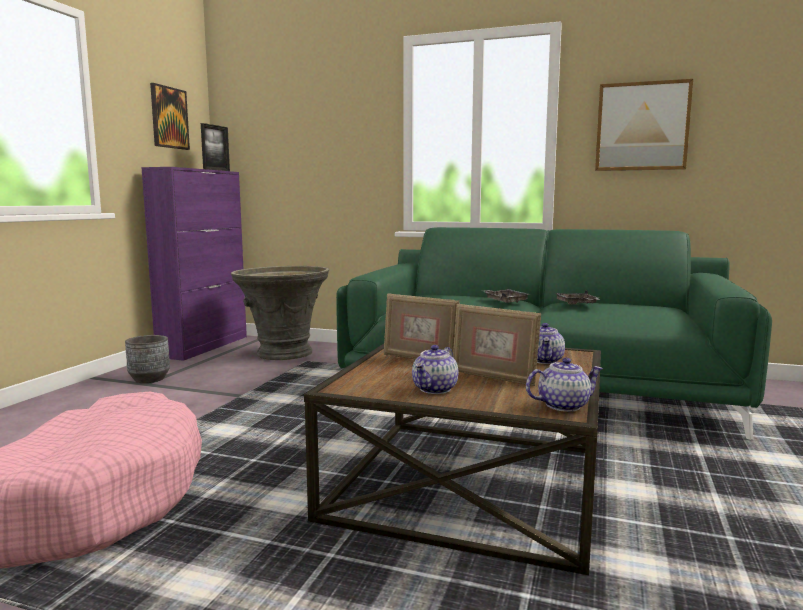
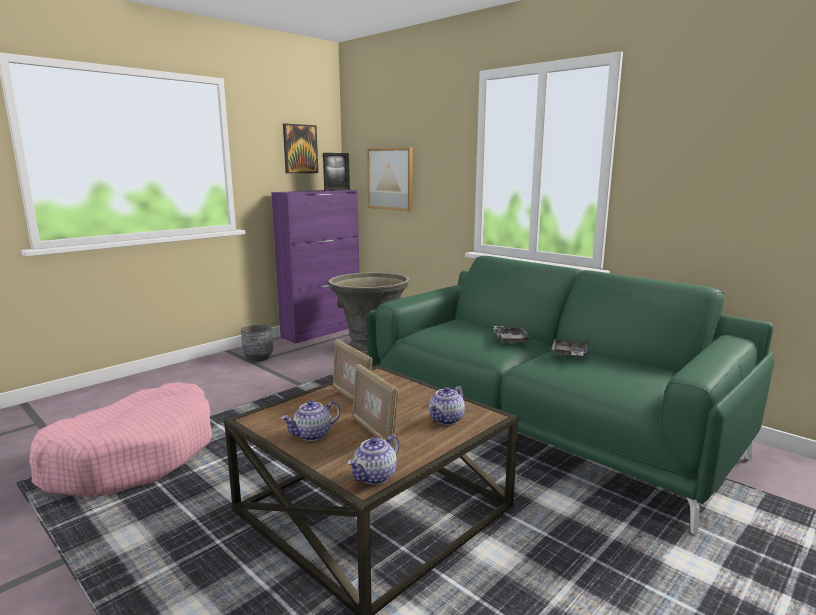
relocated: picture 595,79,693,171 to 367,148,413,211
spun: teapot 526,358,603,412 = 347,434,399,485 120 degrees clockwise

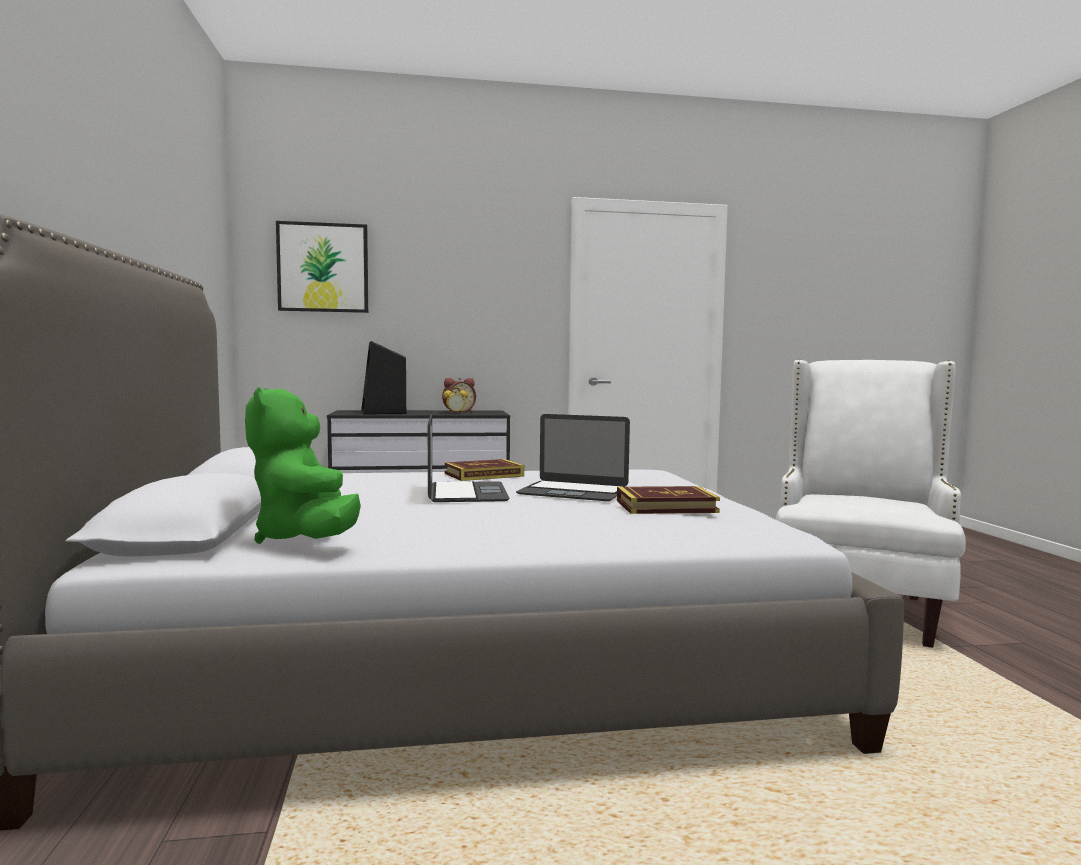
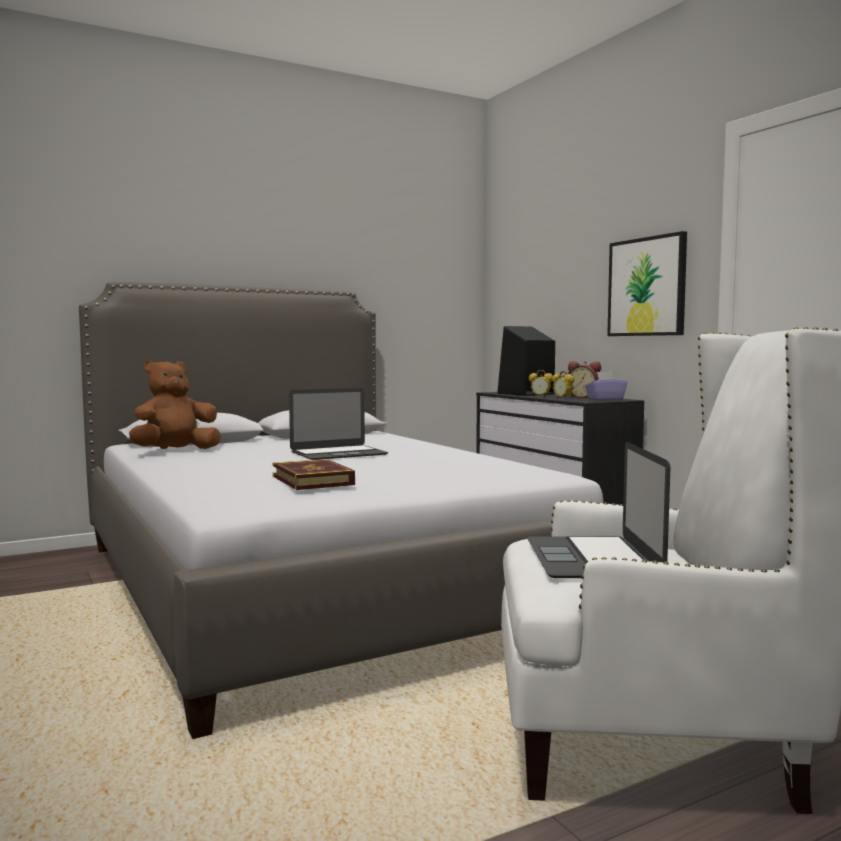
missing: book 445,459,524,481
appeared: alarm clock 529,370,553,397; tissue box (purple) 585,372,627,401
relocated: picture 276,221,368,313 to 607,231,687,336; laptop 516,414,630,501 to 527,442,670,578
colour: plush toy (green) 245,387,361,544 to plush toy (brown) 129,360,221,449

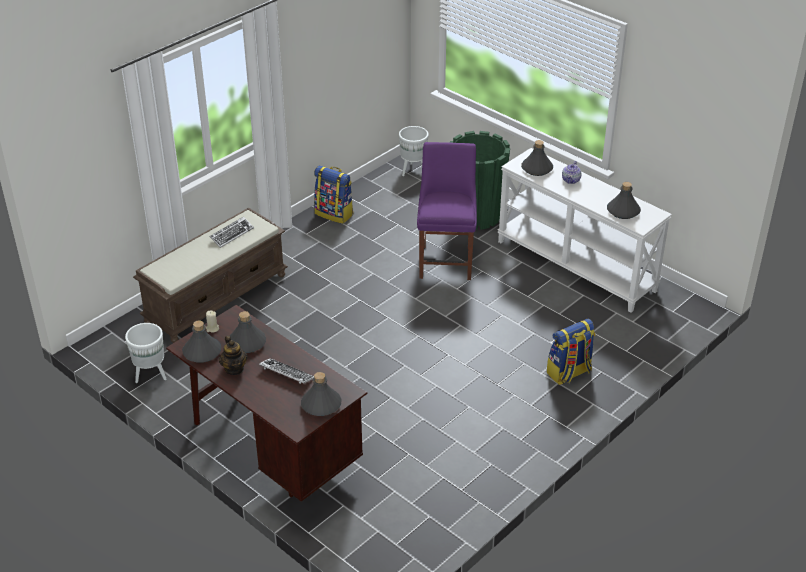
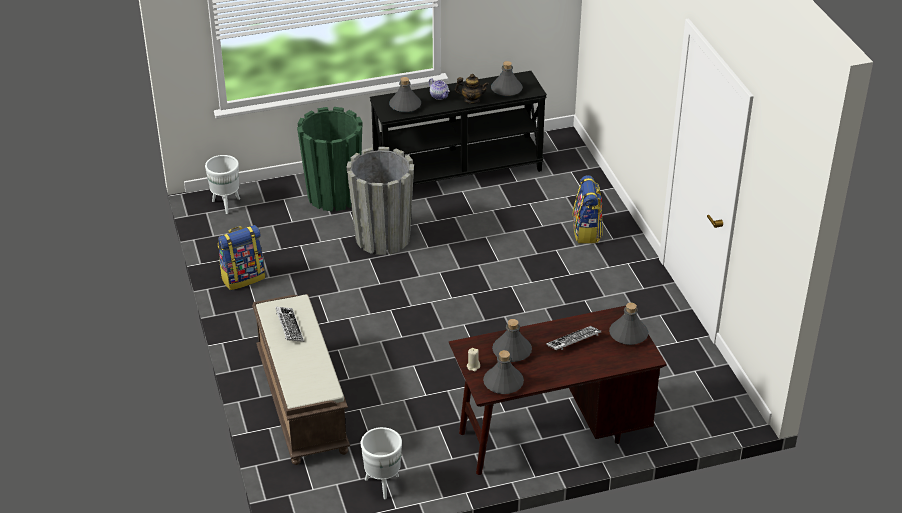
relocated: teapot 219,336,248,375 to 455,74,489,104
exchanged: chair (purple) 417,142,477,280 to planter (grey) 346,147,414,255
colour: console table (white) 497,148,672,313 to console table (black) 370,71,547,185

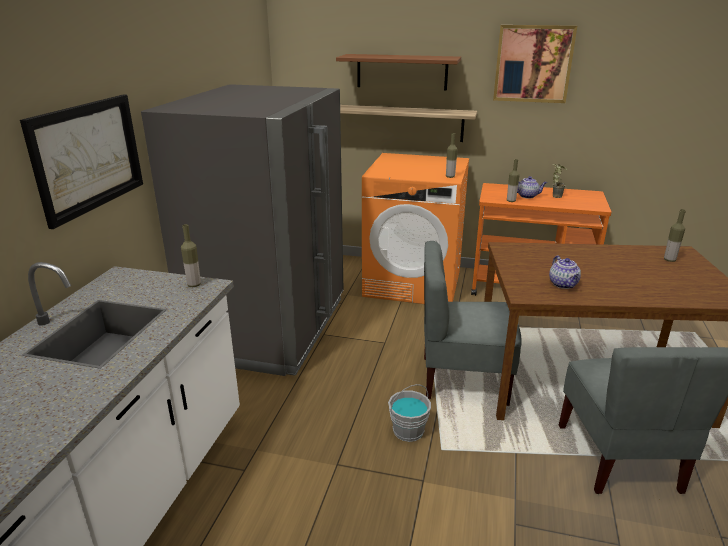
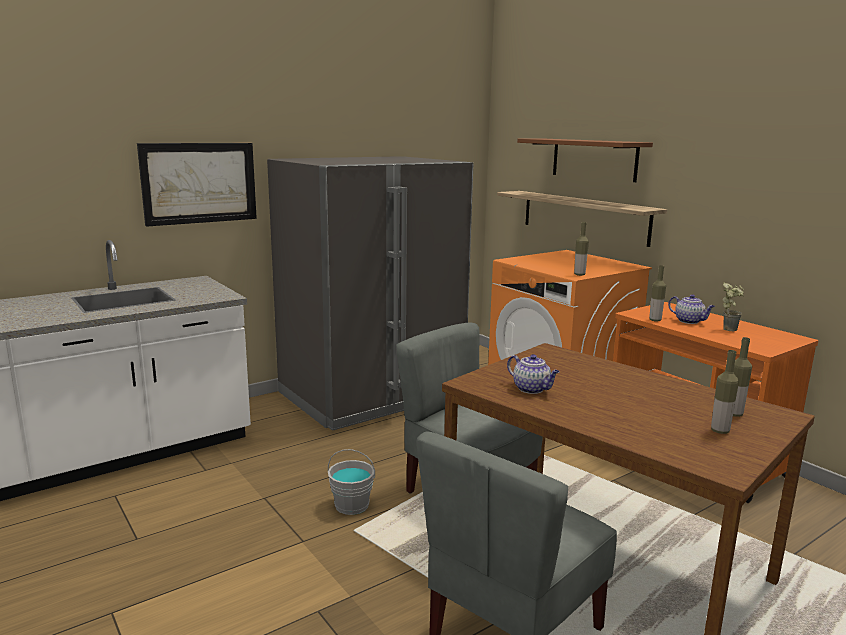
missing: picture 493,25,577,103
relocated: bottle 181,224,201,287 to 711,350,739,434
spun: teapot 549,256,581,289 = 507,354,560,394 75 degrees counterclockwise

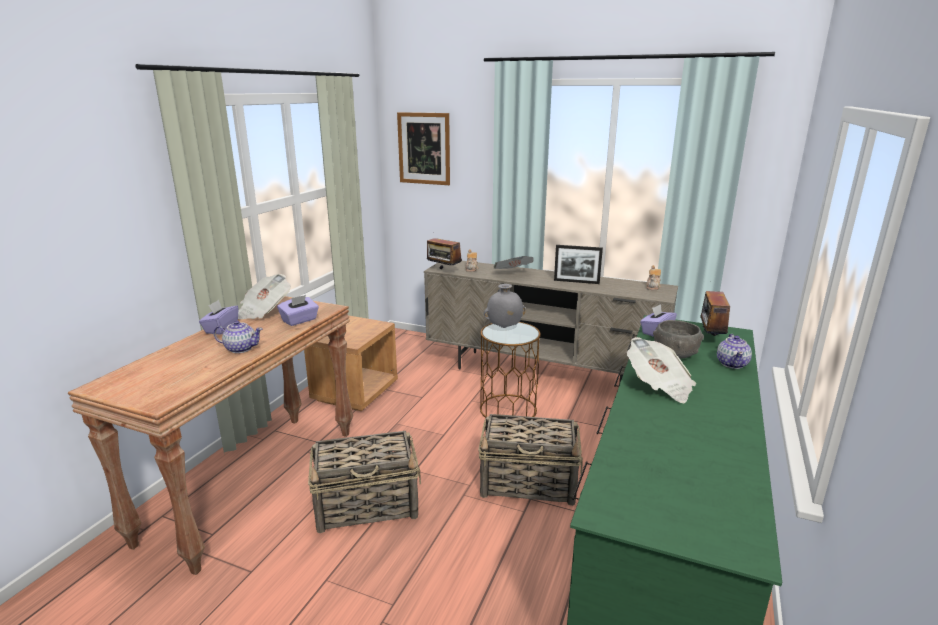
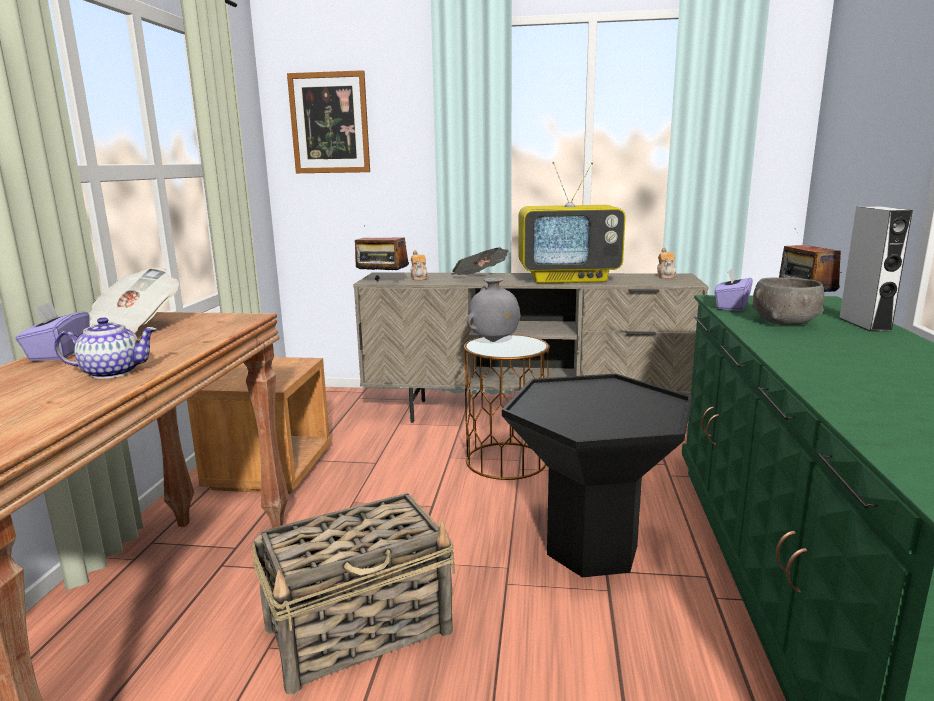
missing: tissue box (purple) 277,295,319,326; newspaper 627,337,696,403
exchanged: basket 478,414,583,506 to side table (black) 502,374,692,577; picture frame 554,245,603,284 to television 518,161,626,283; teapot 717,334,752,369 to speaker (grey) 839,206,913,332

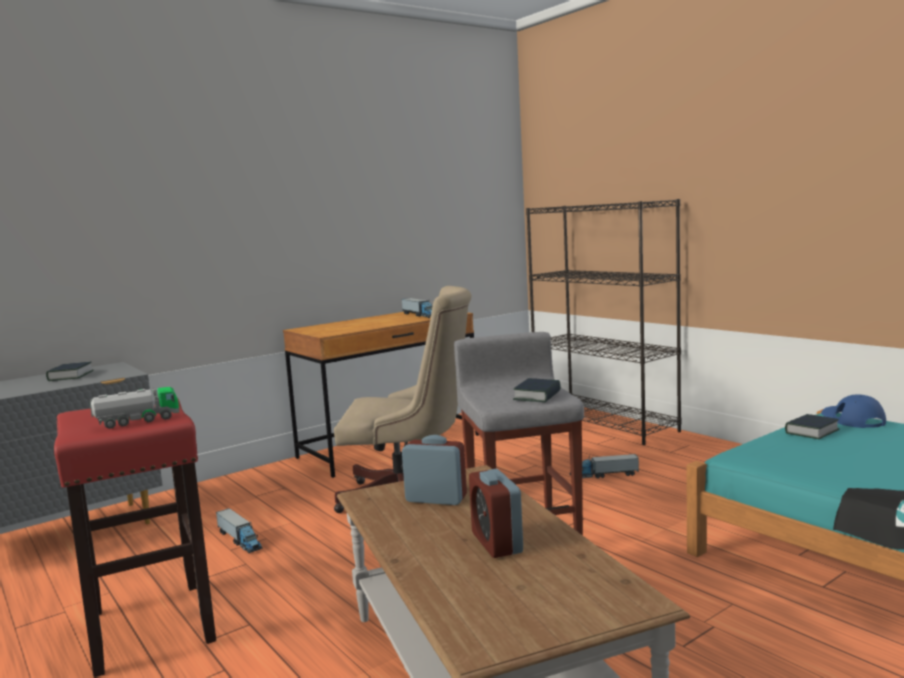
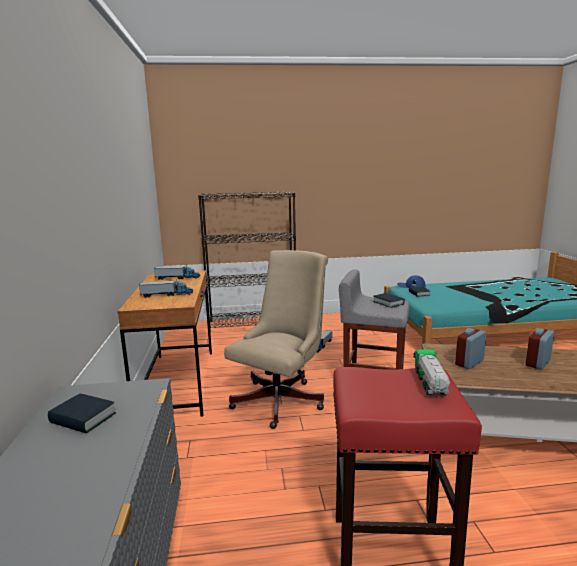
relocated: toy truck 216,508,263,553 to 139,279,193,298
spun: alarm clock 469,469,523,558 = 526,328,554,370 120 degrees clockwise

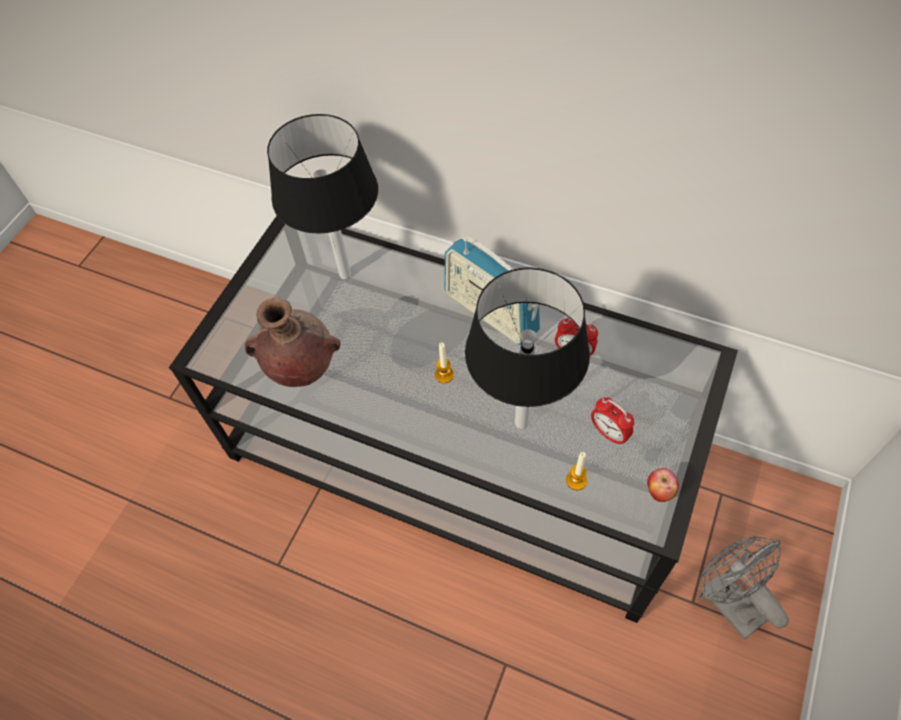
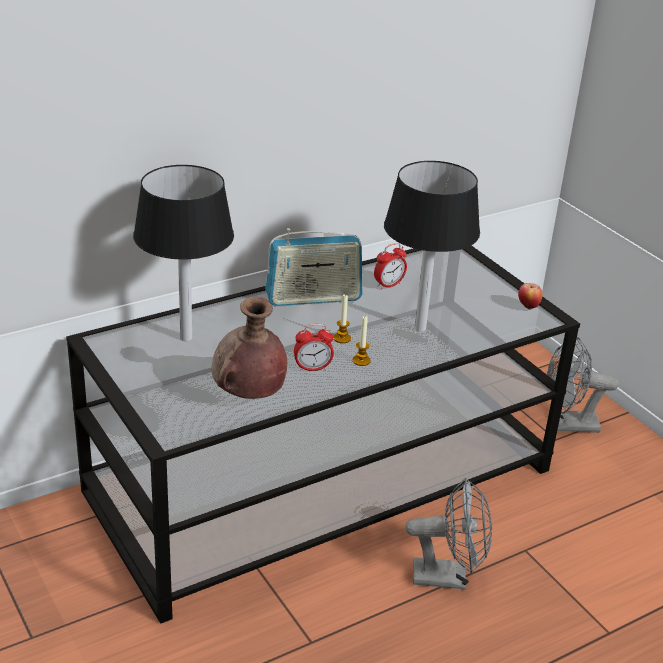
appeared: fan (grey) 406,478,492,590
relocated: candle 566,452,587,490 to 352,316,371,366; alarm clock 591,397,634,445 to 294,324,334,371

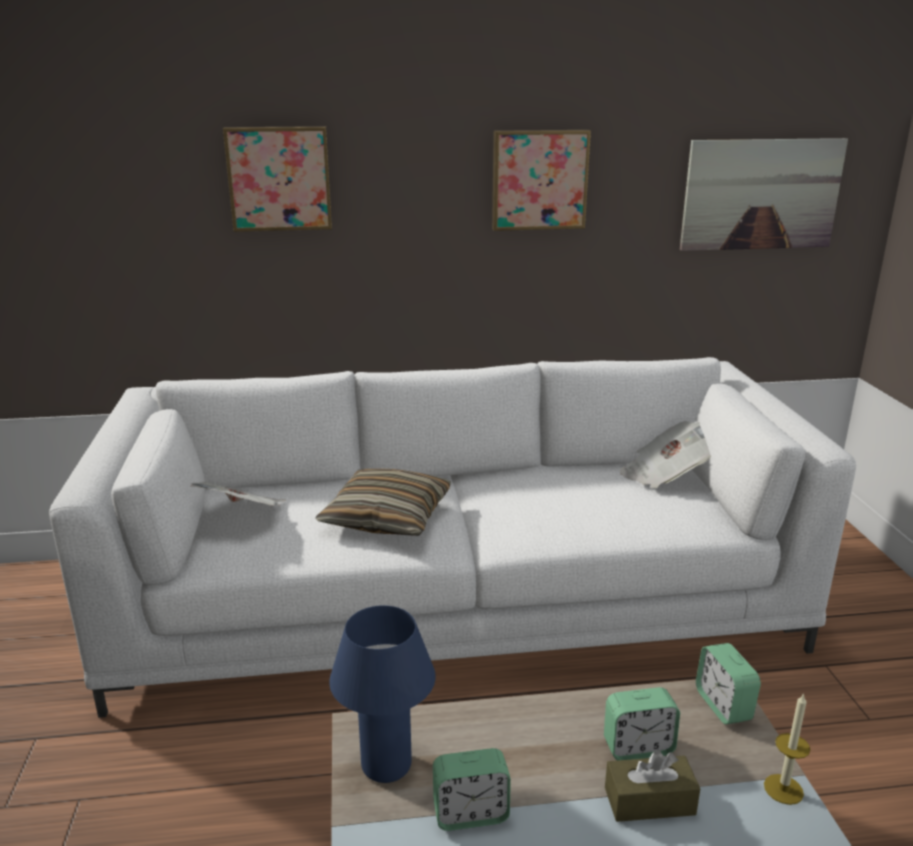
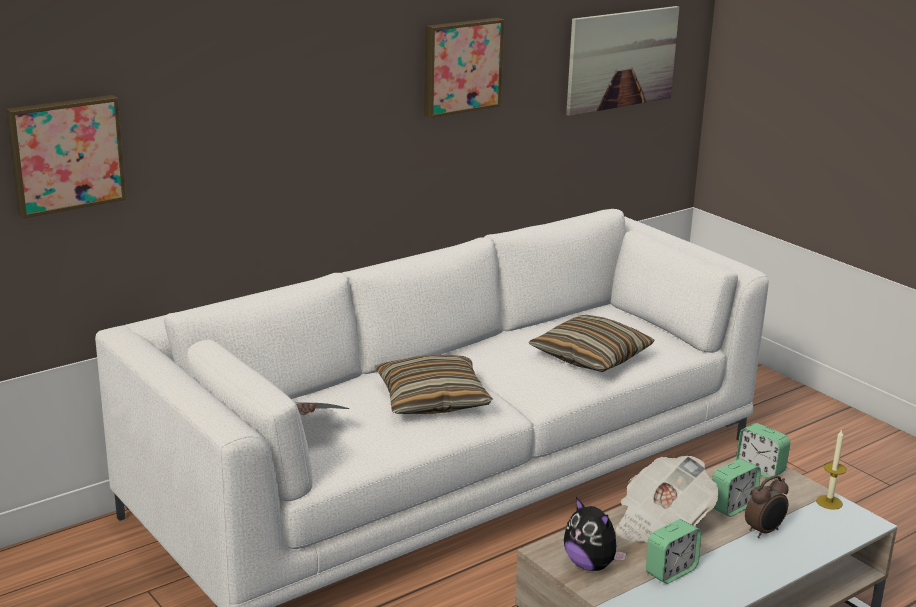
appeared: pillow 528,315,655,372
relocated: picture 223,126,332,232 to 6,95,126,219; newspaper 620,421,711,488 to 616,456,718,543
exchanged: table lamp (blue) 329,606,436,783 to plush toy 564,497,626,571; tissue box (brown) 605,750,700,822 to alarm clock 745,475,789,538

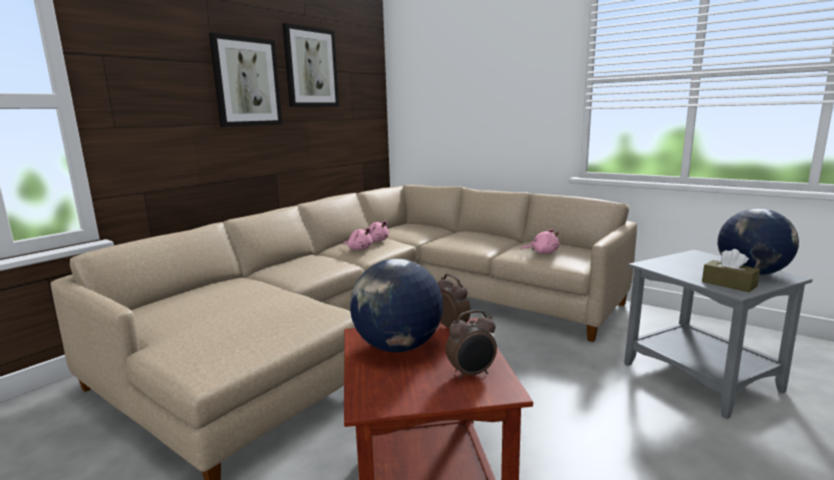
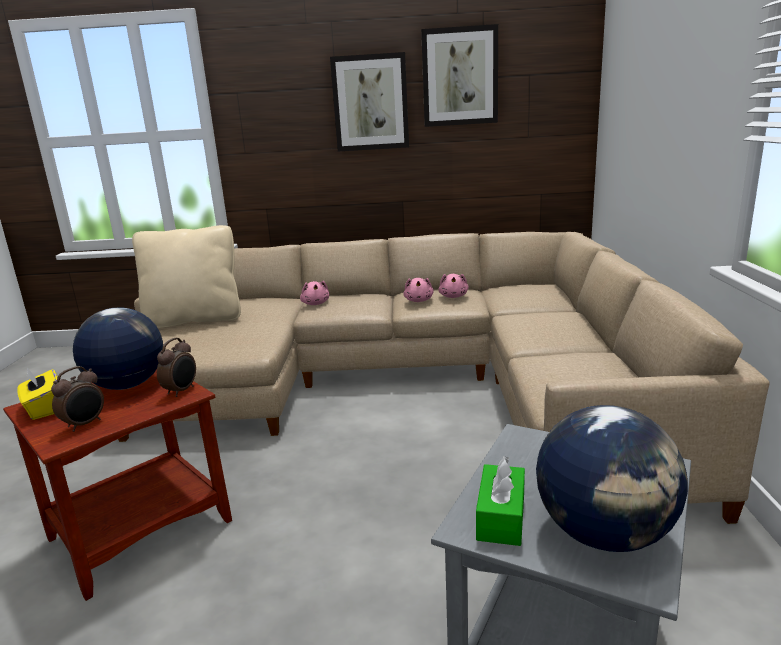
appeared: tissue box (yellow) 17,367,58,420; pillow (beige) 132,225,241,328
relocated: plush toy (pink) 521,229,559,254 to 300,281,329,305
colour: tissue box (brown) 702,249,760,292 to tissue box (green) 476,456,525,546
spun: alarm clock 446,310,497,380 = 51,366,104,432 90 degrees counterclockwise

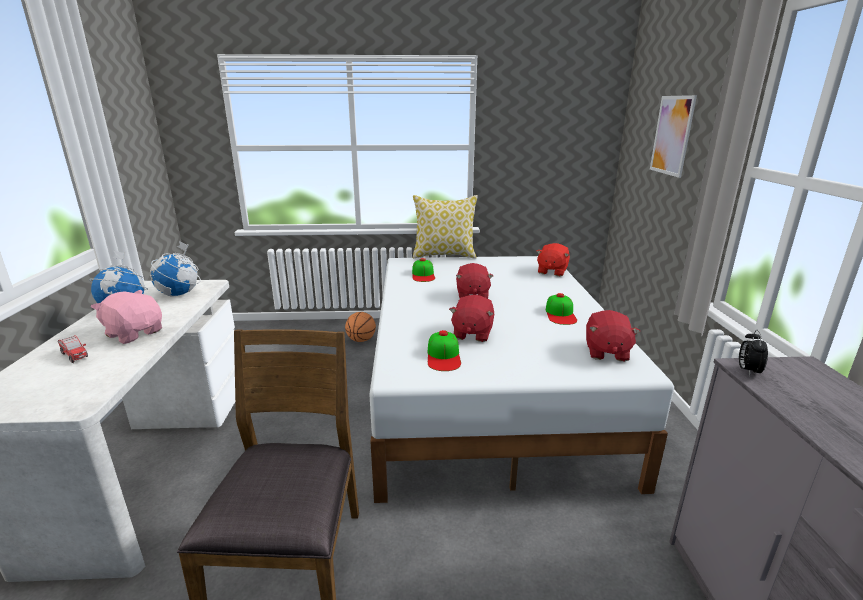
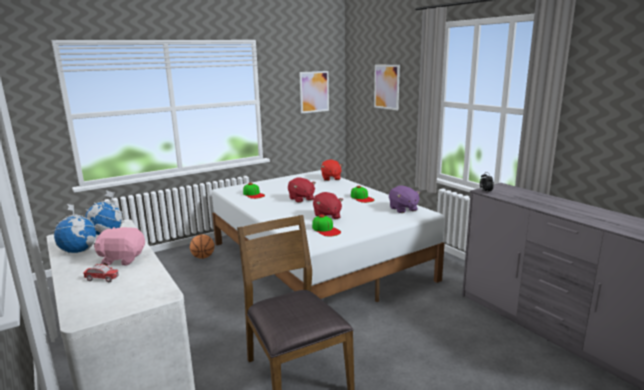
missing: pillow 413,195,478,259
appeared: picture 299,71,329,113
colour: plush toy (red) 586,310,640,362 to plush toy (purple) 389,185,421,213

